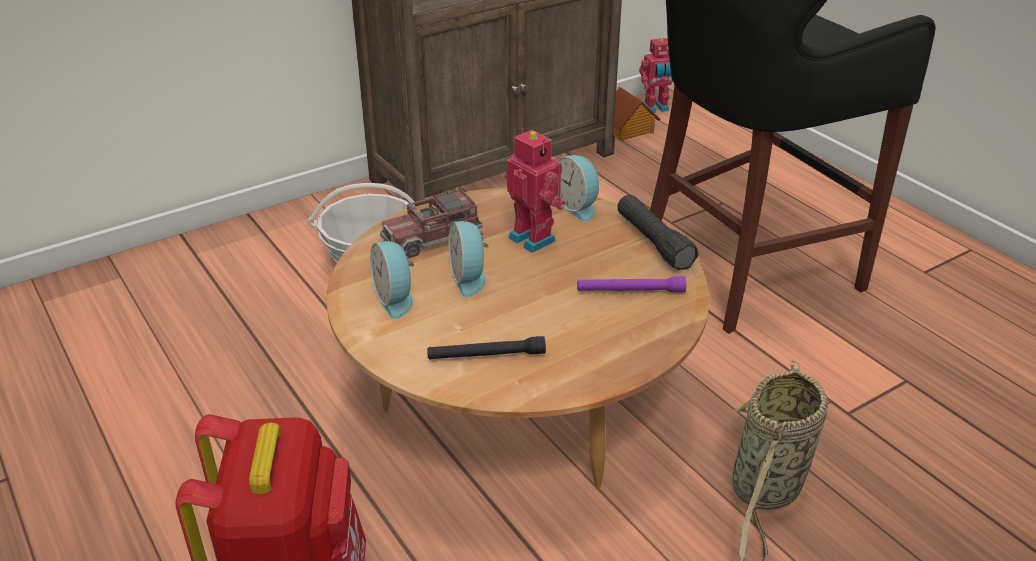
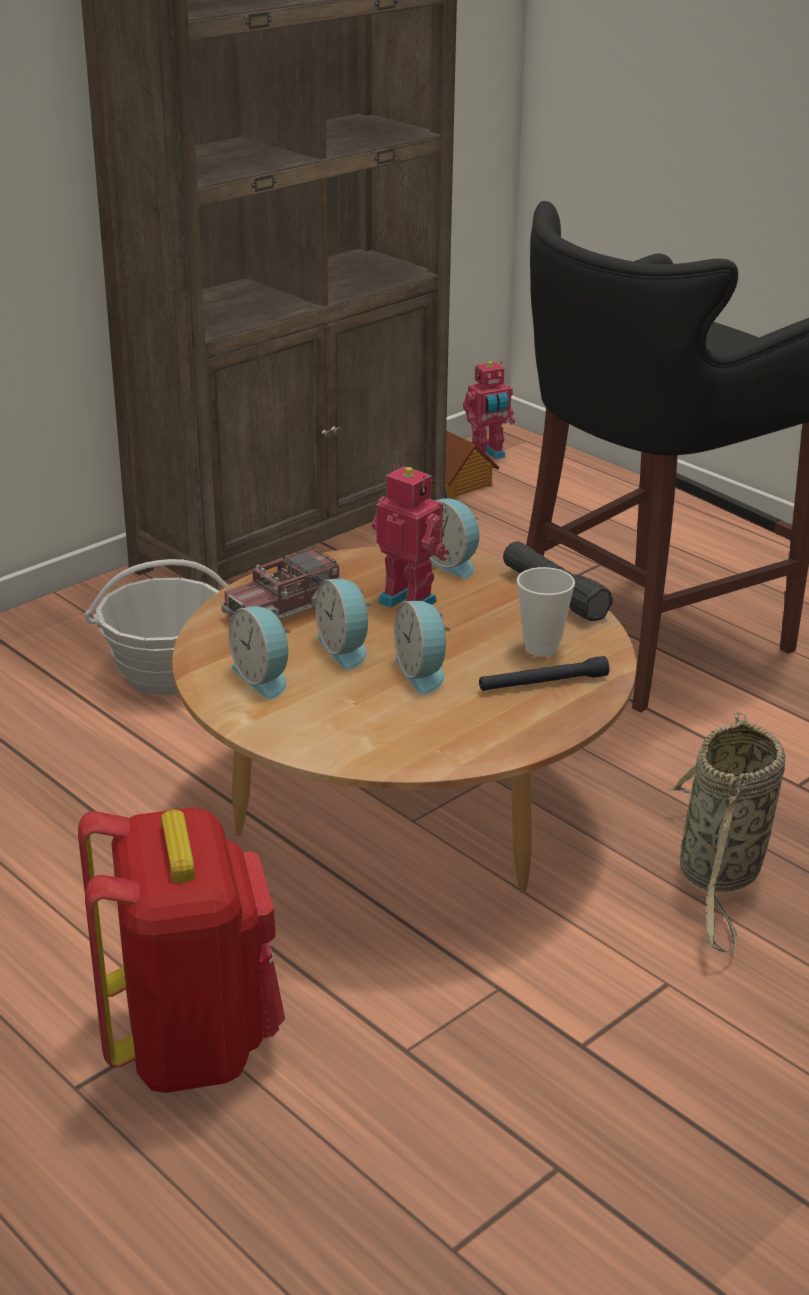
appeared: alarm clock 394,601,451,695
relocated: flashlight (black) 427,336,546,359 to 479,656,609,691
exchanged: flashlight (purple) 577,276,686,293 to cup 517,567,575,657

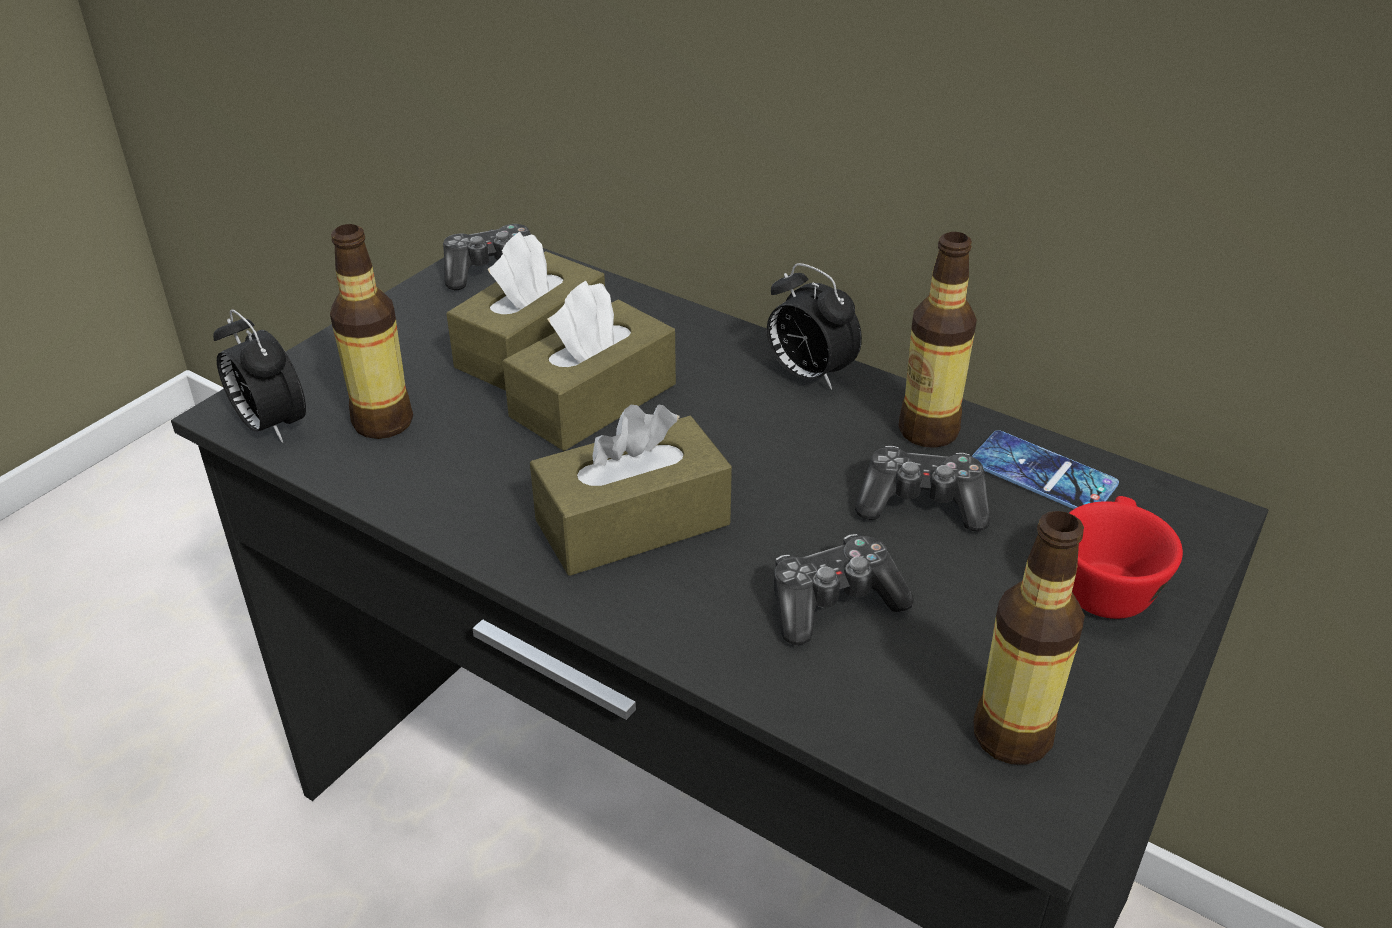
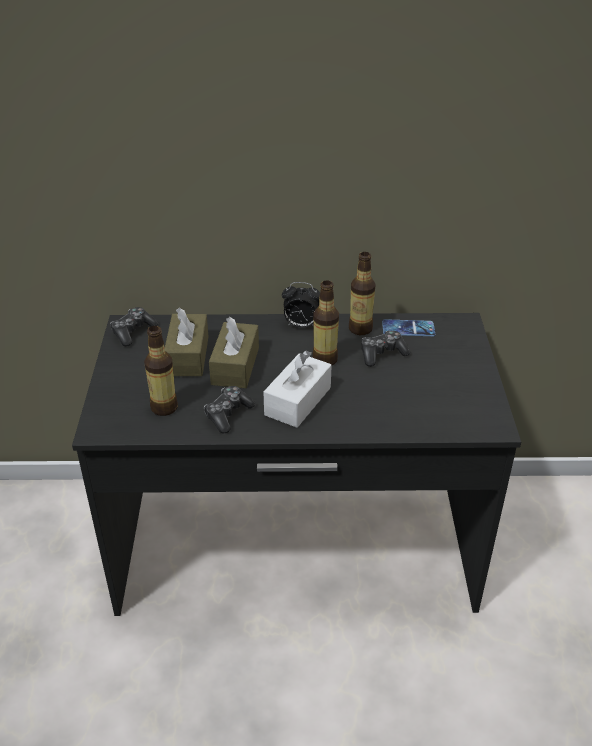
missing: alarm clock 213,309,306,443; cup (red) 1069,496,1183,619
relocated: game controller 773,534,914,645 to 204,386,255,434; bottle 974,511,1085,765 to 312,280,339,365
colour: tissue box (brown) 530,404,732,576 to tissue box (white) 263,350,332,428

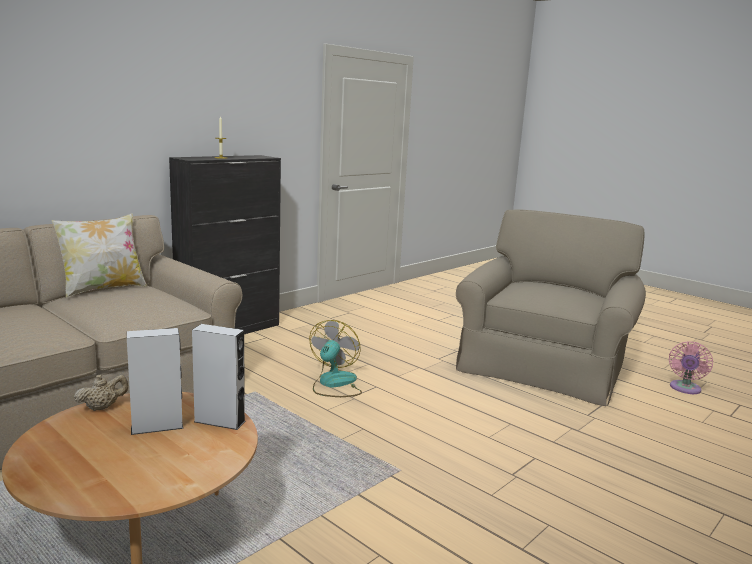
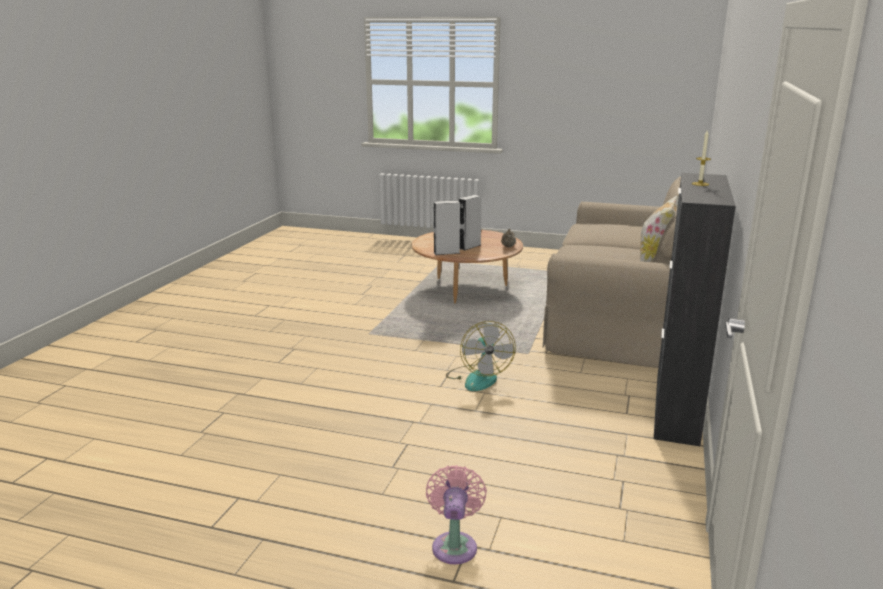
missing: armchair (beige) 456,210,646,406
relocated: fan (pink) 669,341,713,394 to 426,465,487,564

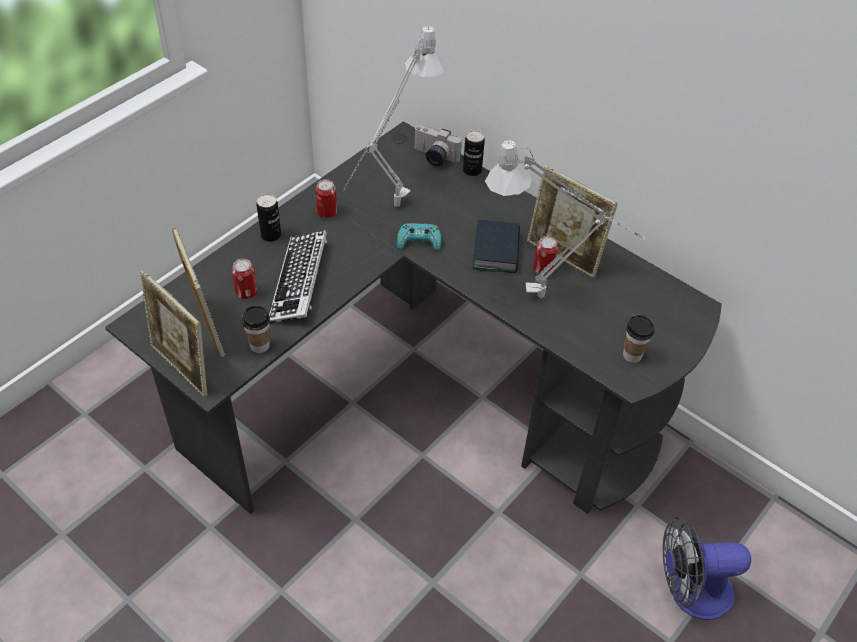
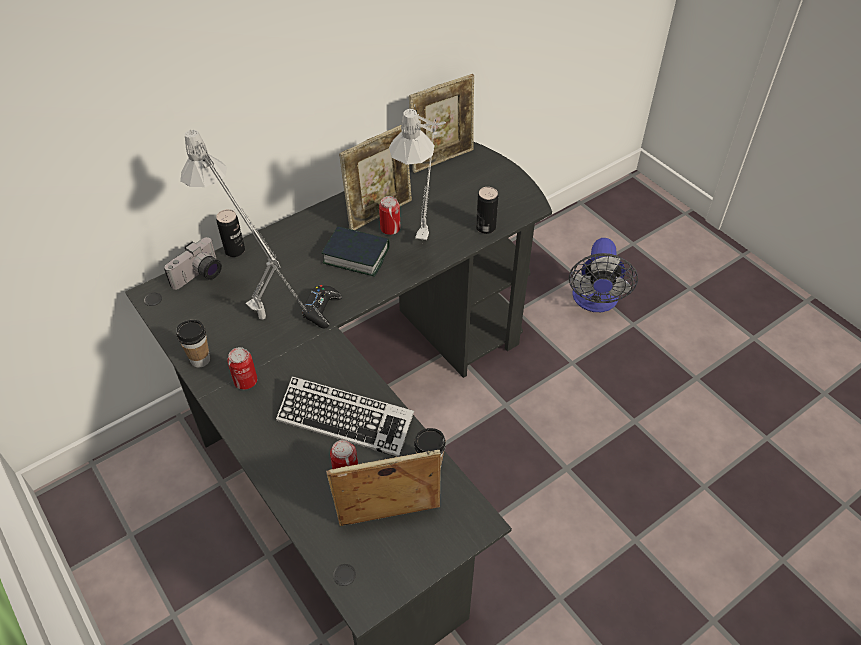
relocated: picture frame 140,270,208,397 to 409,74,474,173; can 256,194,281,242 to 476,187,498,234; cup 623,315,655,363 to 176,320,210,367
colour: game controller (turquoise) 397,223,441,251 to game controller (black) 302,285,342,328

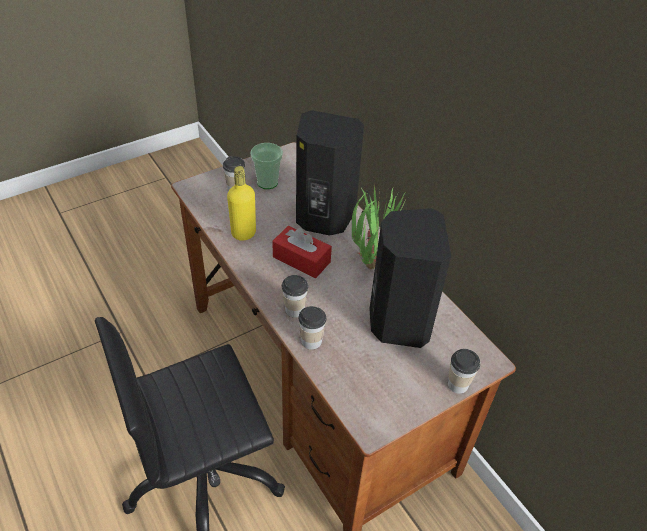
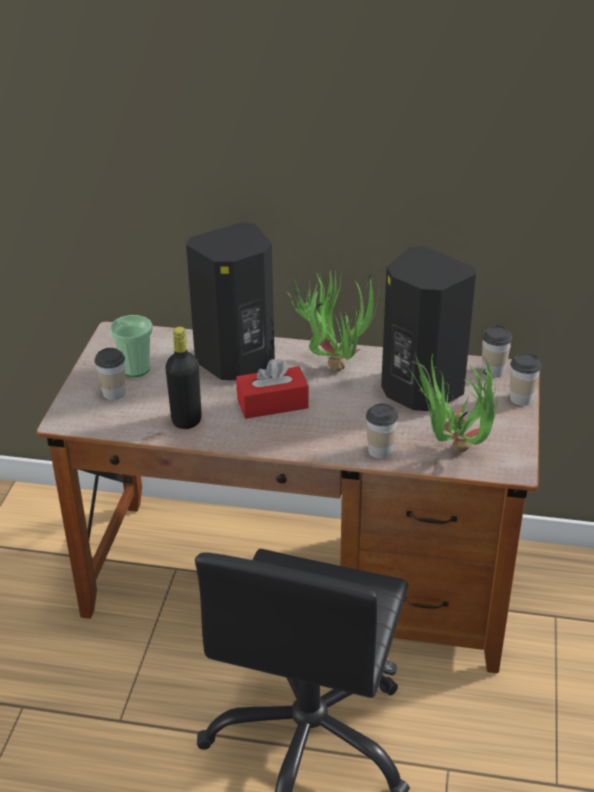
appeared: potted plant 409,352,498,452
relocated: cup 282,275,308,318 to 482,325,512,377
colour: bottle (yellow) 227,166,256,241 to bottle (black) 166,327,202,429

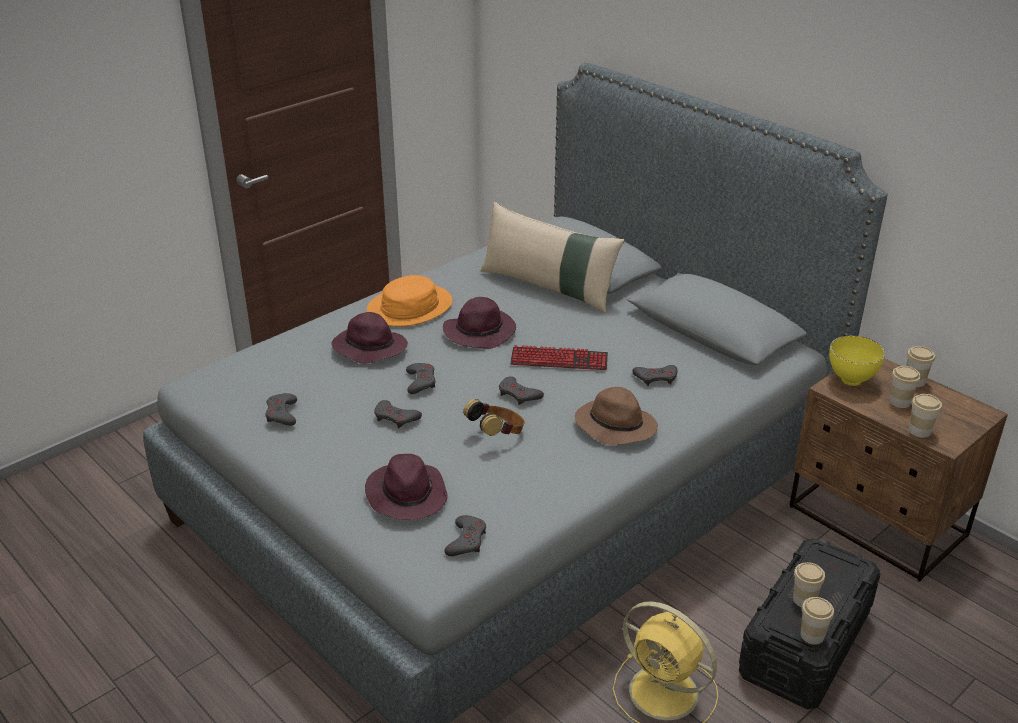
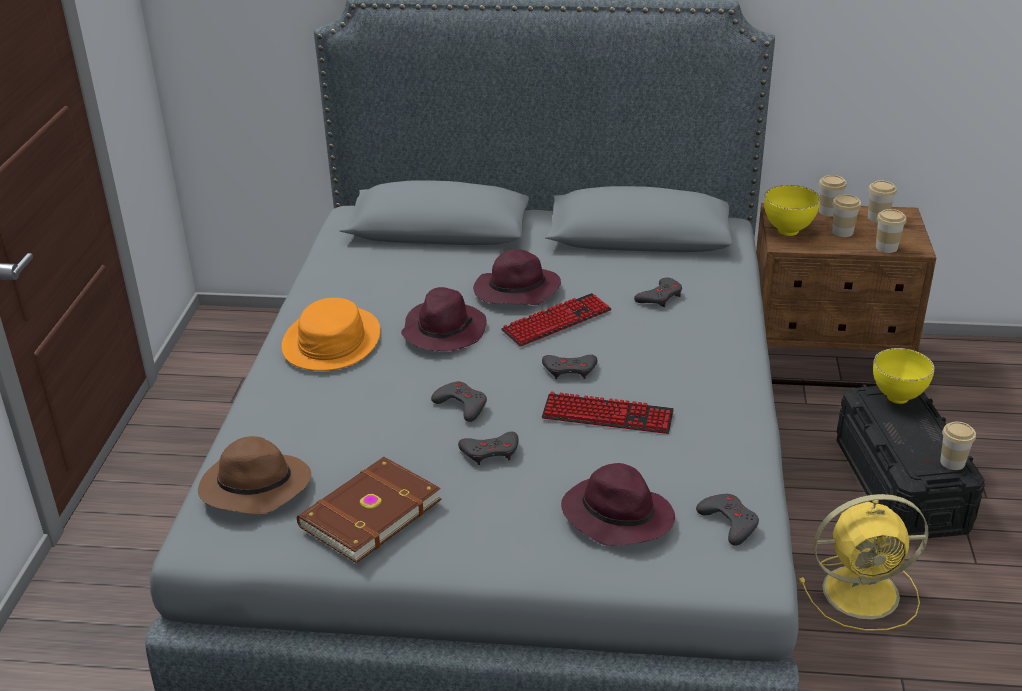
missing: pillow (beige) 481,202,625,313
appeared: bowl (yellow) 873,348,935,404
relocated: hat (purple) 331,312,408,364 to 473,249,561,305; hat (brown) 575,387,658,445 to 198,436,311,514; cup 793,562,825,607 to 868,181,897,222
exchanged: game controller (grey) 265,393,297,426 to book (brown) 297,457,442,563; headphones 463,399,525,436 to keyboard 542,392,674,434

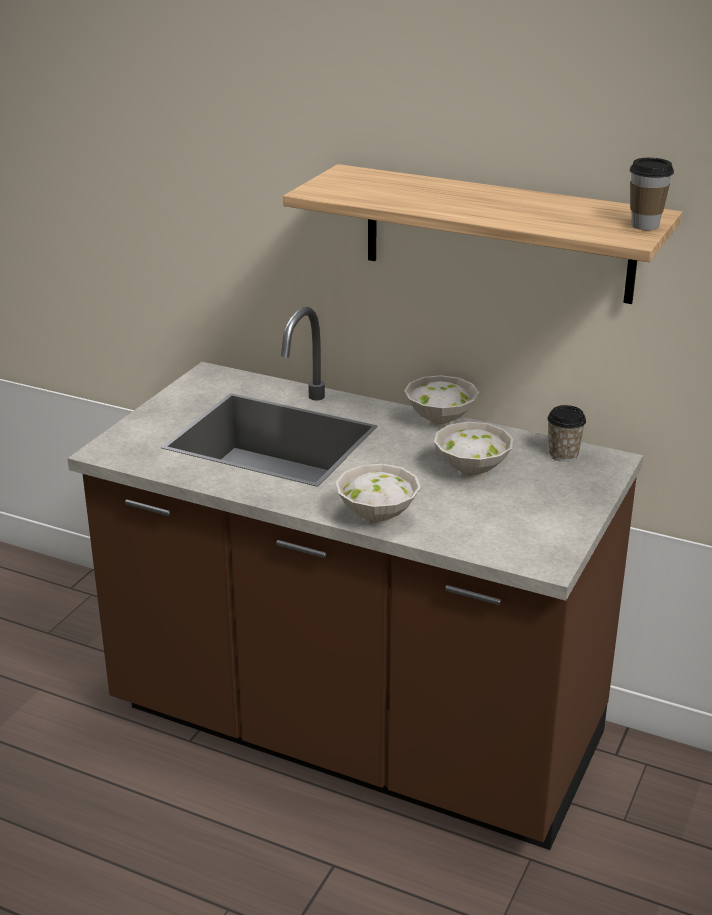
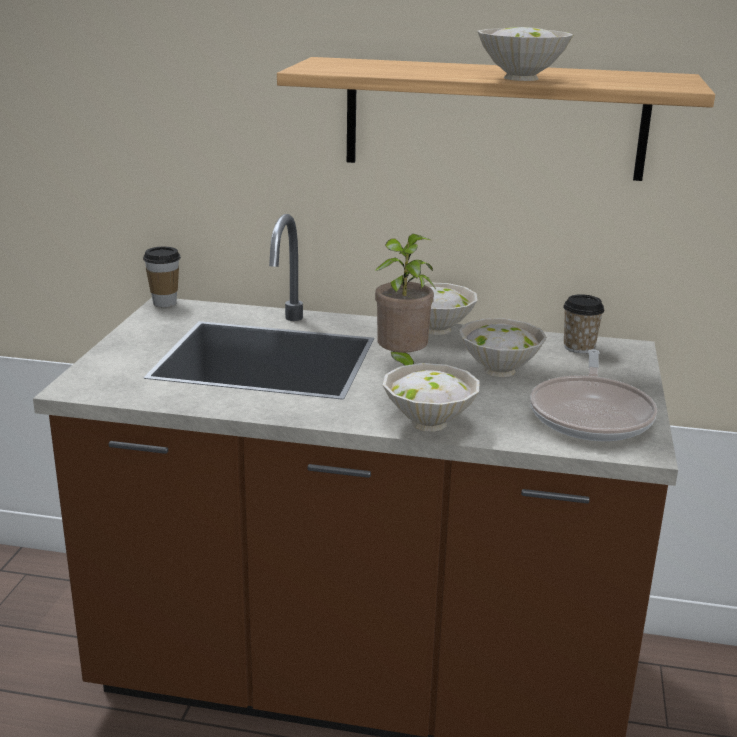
appeared: potted plant 374,234,436,366; bowl (white) 477,27,573,81; frying pan 530,349,657,441
relocated: cup 630,158,674,230 to 143,247,181,307

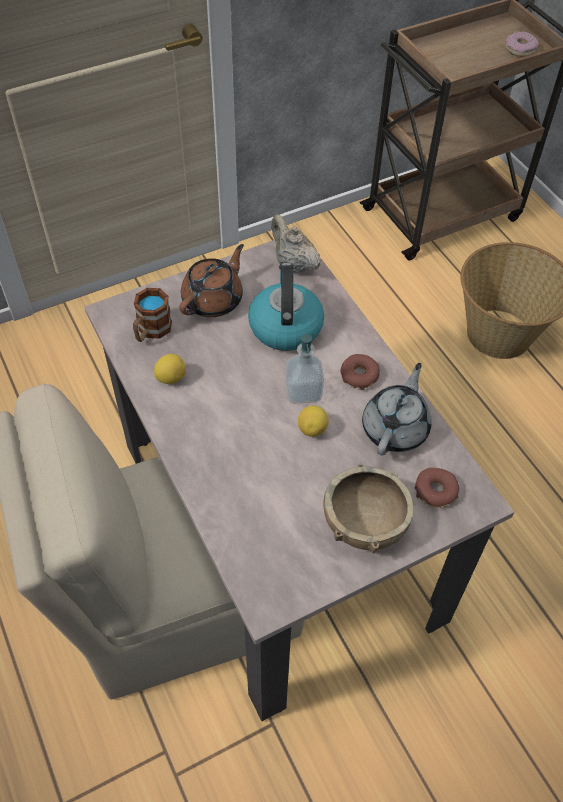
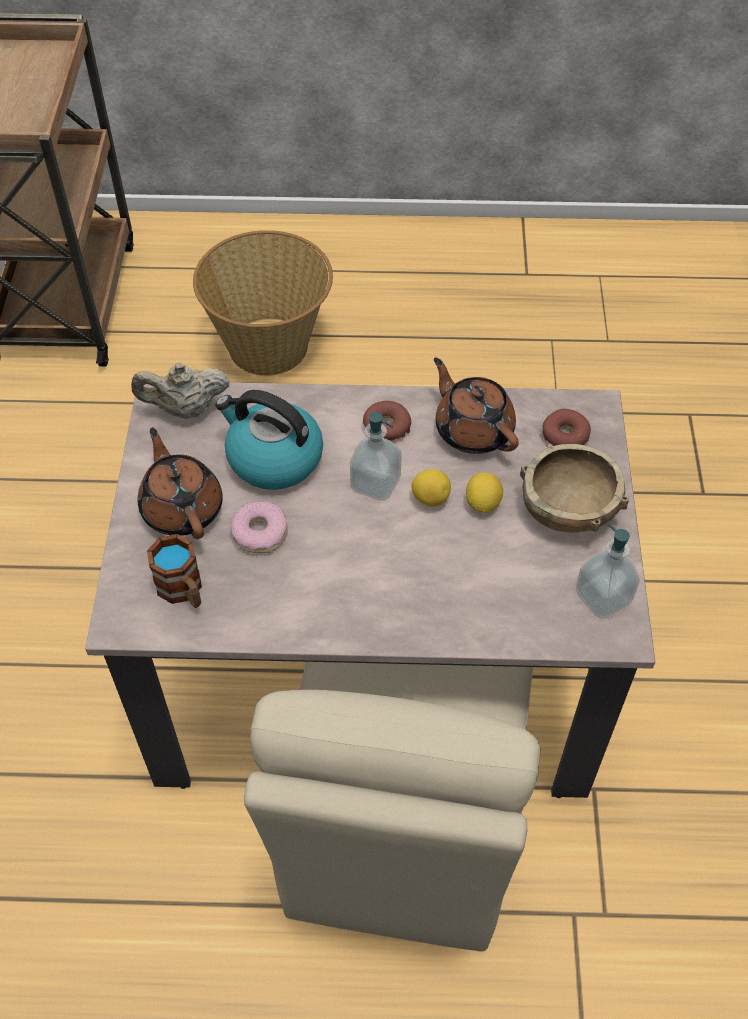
appeared: soap dispenser 576,524,640,618
relocated: lemon 154,354,186,384 to 466,472,503,513; donut 505,32,539,57 to 230,501,288,553
colour: teapot (grey) 362,363,432,456 to teapot (brown) 434,357,519,454

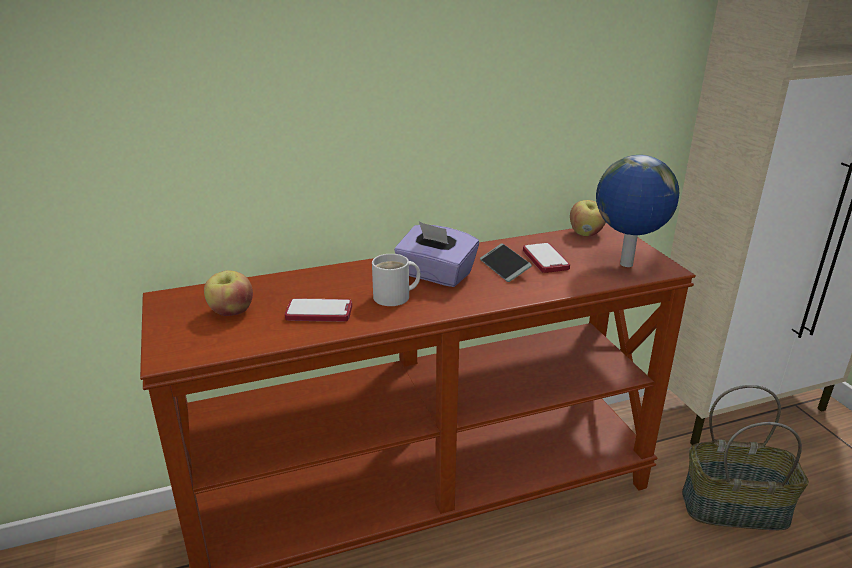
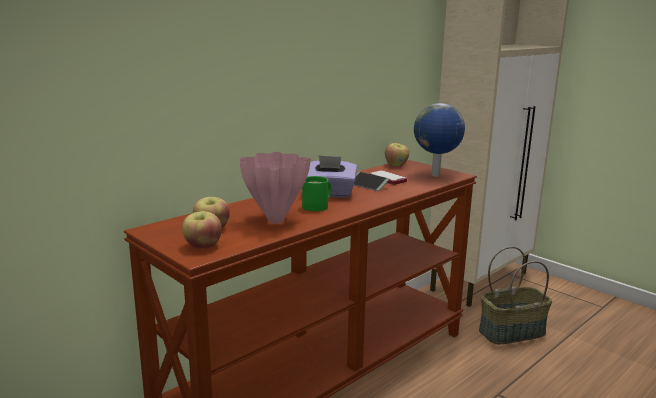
appeared: apple 182,211,222,248
exchanged: phone 285,299,352,322 to vase (pink) 240,152,311,224
colour: mug (white) 372,254,421,306 to mug (green) 302,176,331,211

